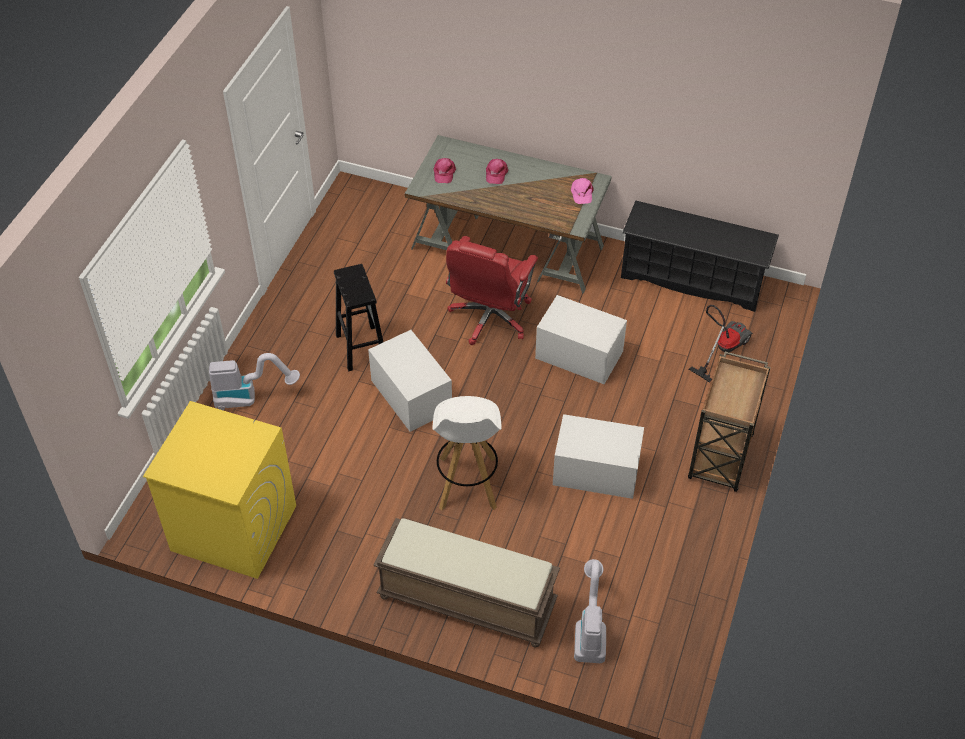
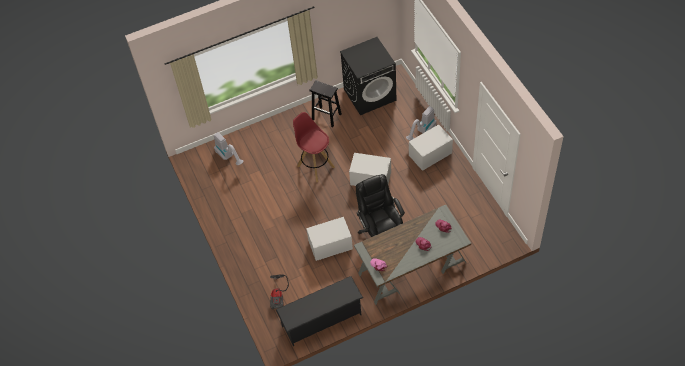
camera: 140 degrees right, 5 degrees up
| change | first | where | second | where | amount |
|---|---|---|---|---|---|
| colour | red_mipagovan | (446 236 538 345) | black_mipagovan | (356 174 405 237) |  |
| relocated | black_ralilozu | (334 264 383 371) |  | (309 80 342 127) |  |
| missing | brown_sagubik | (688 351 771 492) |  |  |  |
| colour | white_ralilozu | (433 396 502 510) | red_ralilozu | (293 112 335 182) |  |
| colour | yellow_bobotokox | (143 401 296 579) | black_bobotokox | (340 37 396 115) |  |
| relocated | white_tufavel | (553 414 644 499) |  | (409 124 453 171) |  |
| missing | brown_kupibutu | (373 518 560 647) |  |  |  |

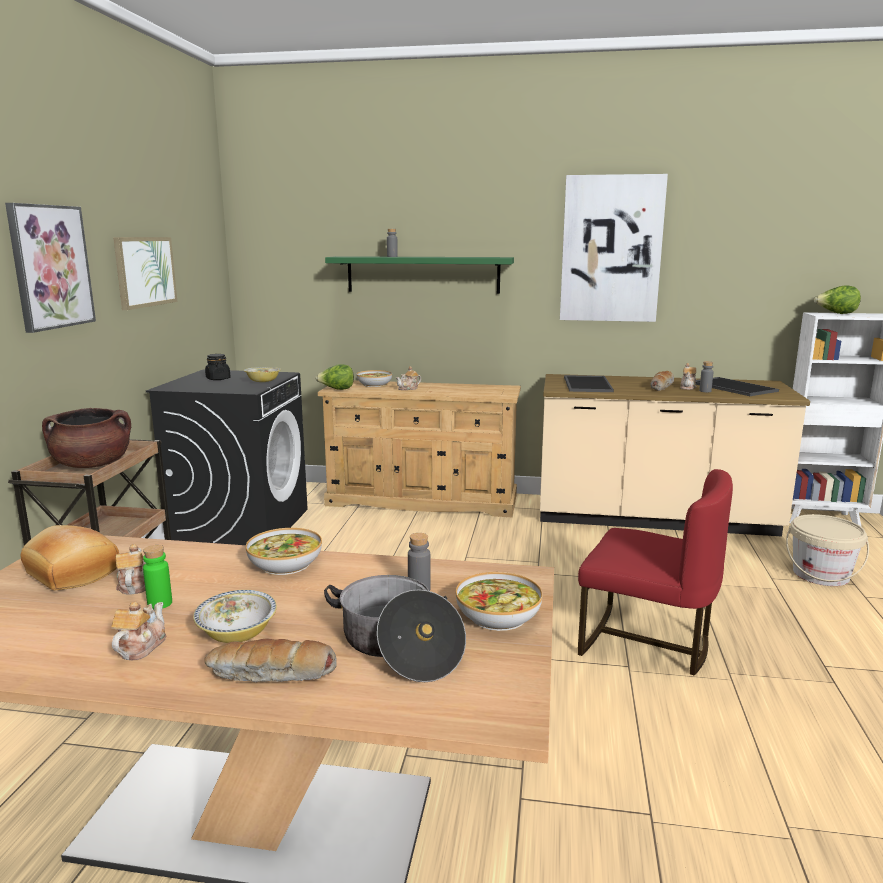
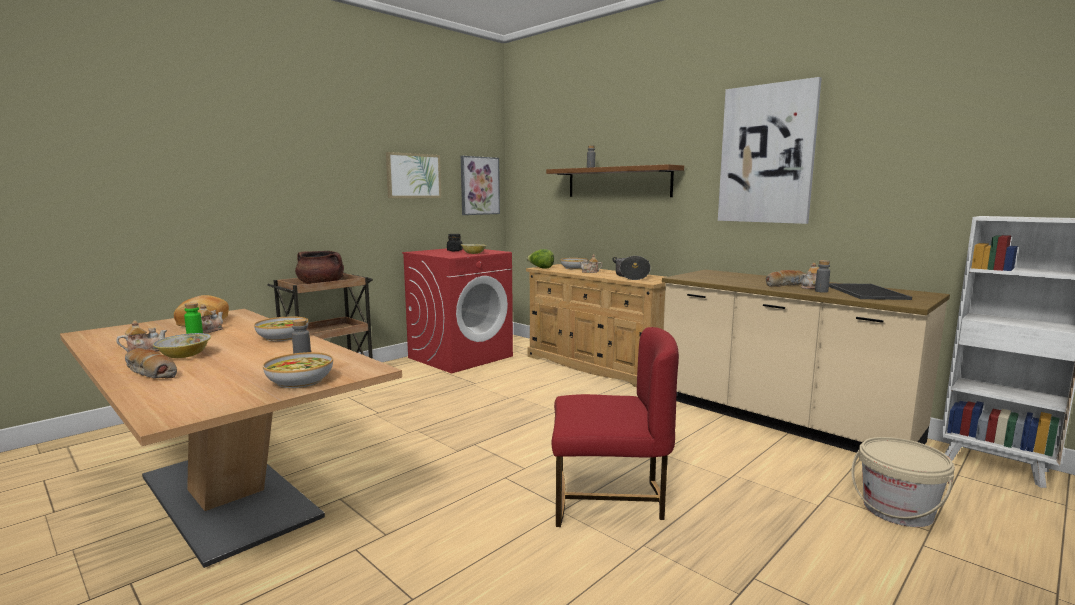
camera: 35 degrees right, 5 degrees down
| change | first | where | second | where | amount |
|---|---|---|---|---|---|
| relocated | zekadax | (5 203 96 333) |  | (461 156 500 215) |  |
| colour | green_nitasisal | (325 256 514 294) | brown_nitasisal | (546 164 684 197) |  |
| missing | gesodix | (814 285 861 314) |  |  |  |
| colour | black_bobotokox | (146 370 308 545) | red_bobotokox | (402 248 513 373) |  |
| missing | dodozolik | (564 375 614 392) |  |  |  |
| spun | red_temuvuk | (578 469 733 676) |  | (551 327 679 527) | 60 degrees counterclockwise |
| relocated | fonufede | (324 575 466 682) |  | (613 256 651 280) |  |

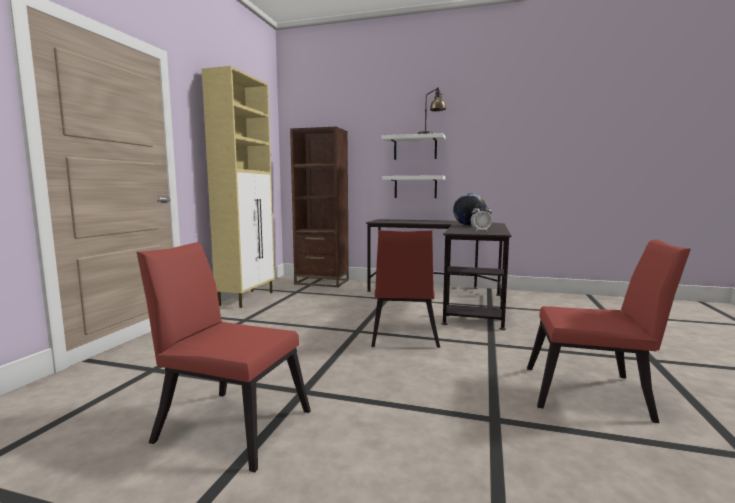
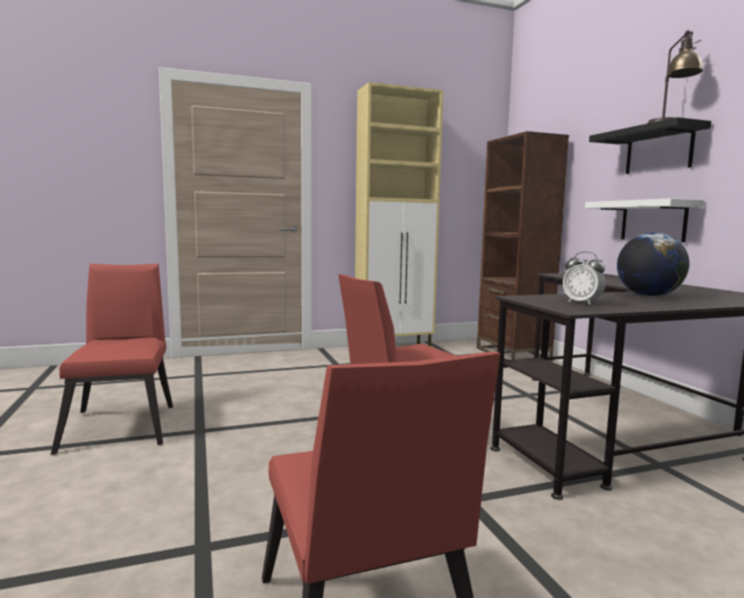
camera: 55 degrees right, 0 degrees up
| change | first | where | second | where | amount |
|---|---|---|---|---|---|
| colour | white_nitasisal | (381 133 446 160) | black_nitasisal | (589 117 711 174) |  |

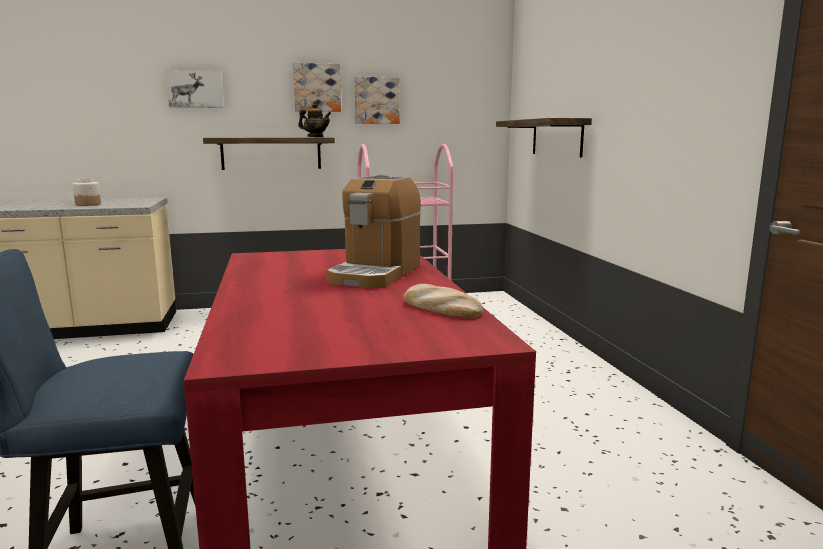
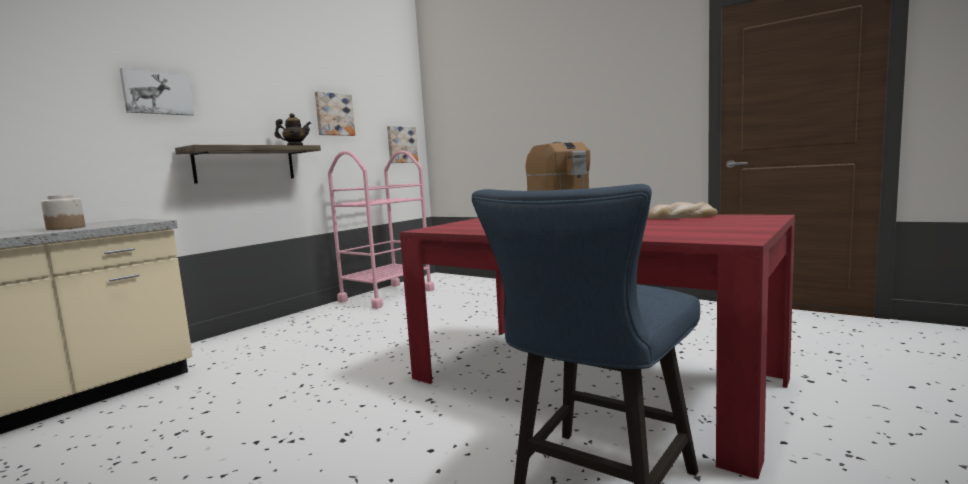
camera: 40 degrees left, 5 degrees down
| change | first | where | second | where | amount |
|---|---|---|---|---|---|
| relocated | zekadax | (293 63 341 112) |  | (387 126 418 163) |  |
| missing | nitasisal | (496 118 592 157) |  |  |  |

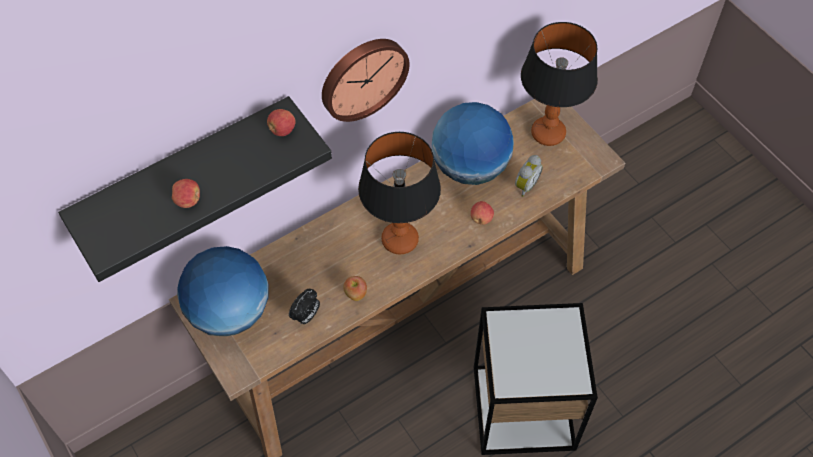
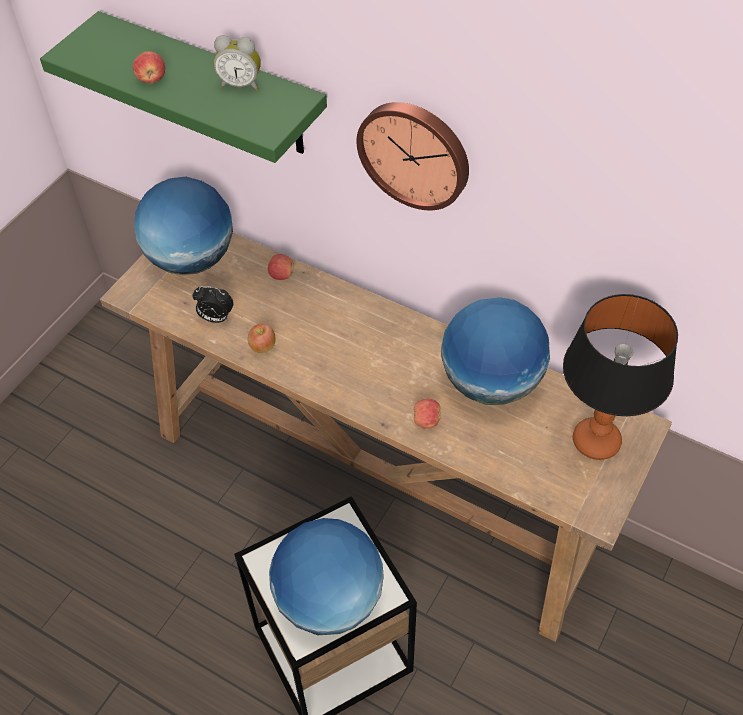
camera: 65 degrees right, 5 degrees down
| change | first | where | second | where | amount |
|---|---|---|---|---|---|
| colour | black_nitasisal | (58 96 332 282) | green_nitasisal | (40 11 327 163) |  |
| relocated | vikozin | (267 109 296 136) |  | (268 254 294 280) |  |
| missing | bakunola | (358 132 441 254) |  |  |  |
| relocated | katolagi | (515 155 543 197) |  | (213 35 261 91) |  |
| appeared |  |  | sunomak | (269 518 384 635) |  |

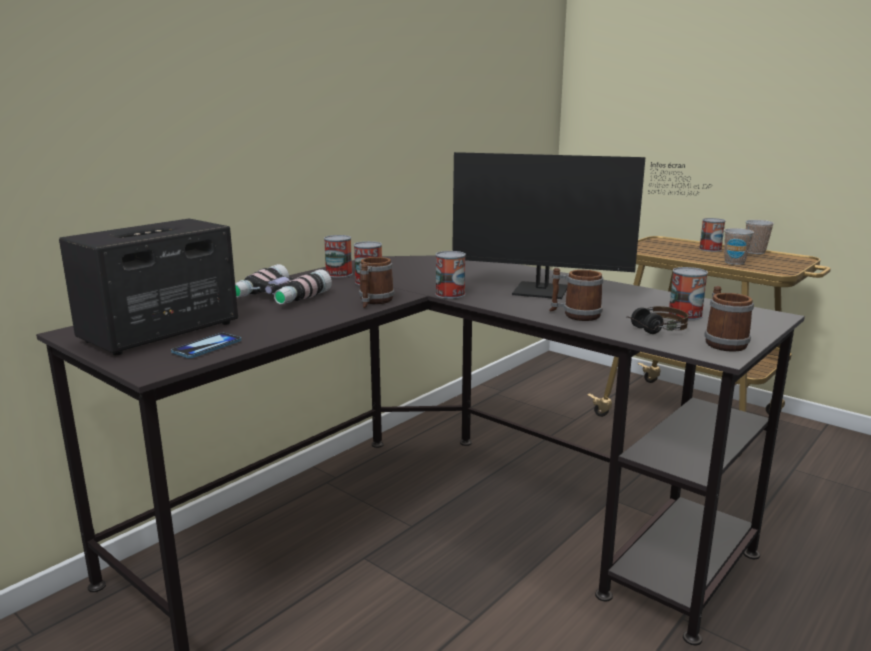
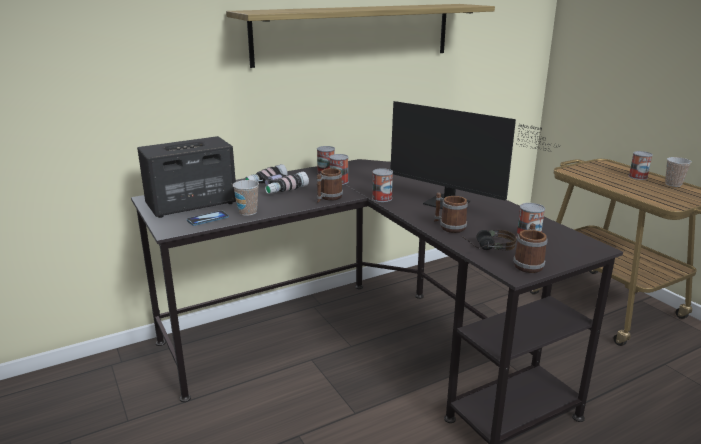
camera: 20 degrees right, 5 degrees up
| change | first | where | second | where | amount |
|---|---|---|---|---|---|
| relocated | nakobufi | (724 228 754 265) |  | (233 180 259 216) |  |
| appeared |  |  | nitasisal | (226 4 495 68) |  |

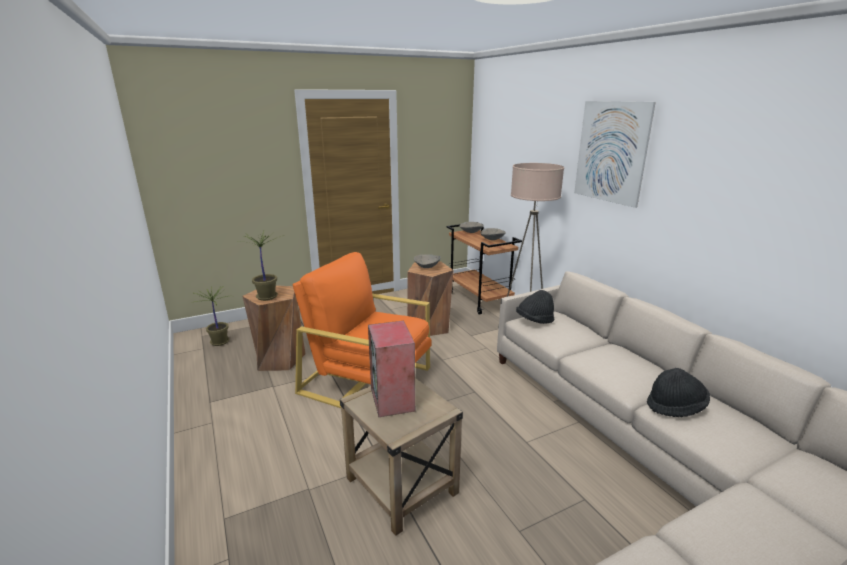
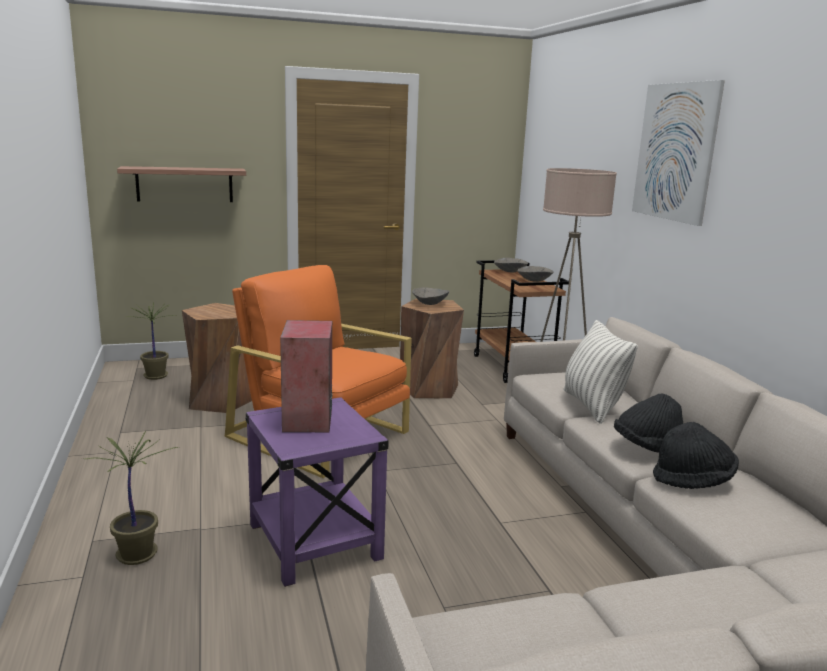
camera: 10 degrees right, 5 degrees down
| change | first | where | second | where | amount |
|---|---|---|---|---|---|
| relocated | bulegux | (242 231 285 301) |  | (82 431 178 565) |  |
| relocated | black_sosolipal | (516 290 554 324) |  | (614 394 683 453) |  |
| colour | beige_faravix | (340 378 463 536) | purple_faravix | (245 397 389 587) |  |
| appeared |  |  | nitasisal | (117 166 246 202) |  |
| appeared |  |  | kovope | (564 320 638 424) |  |

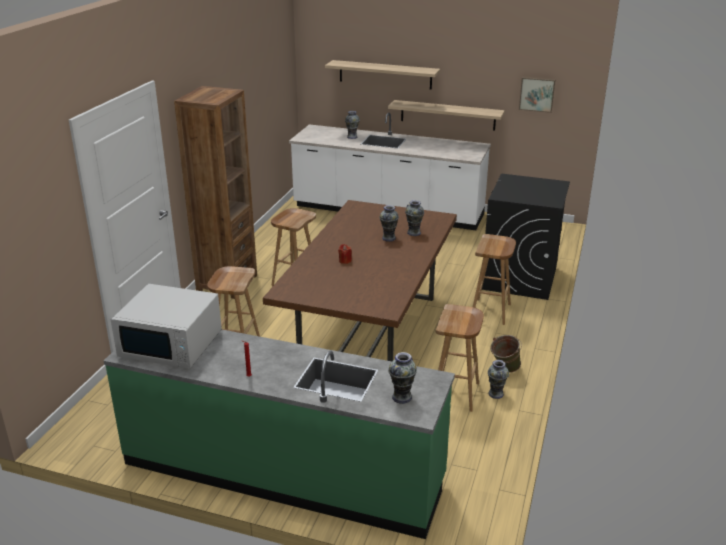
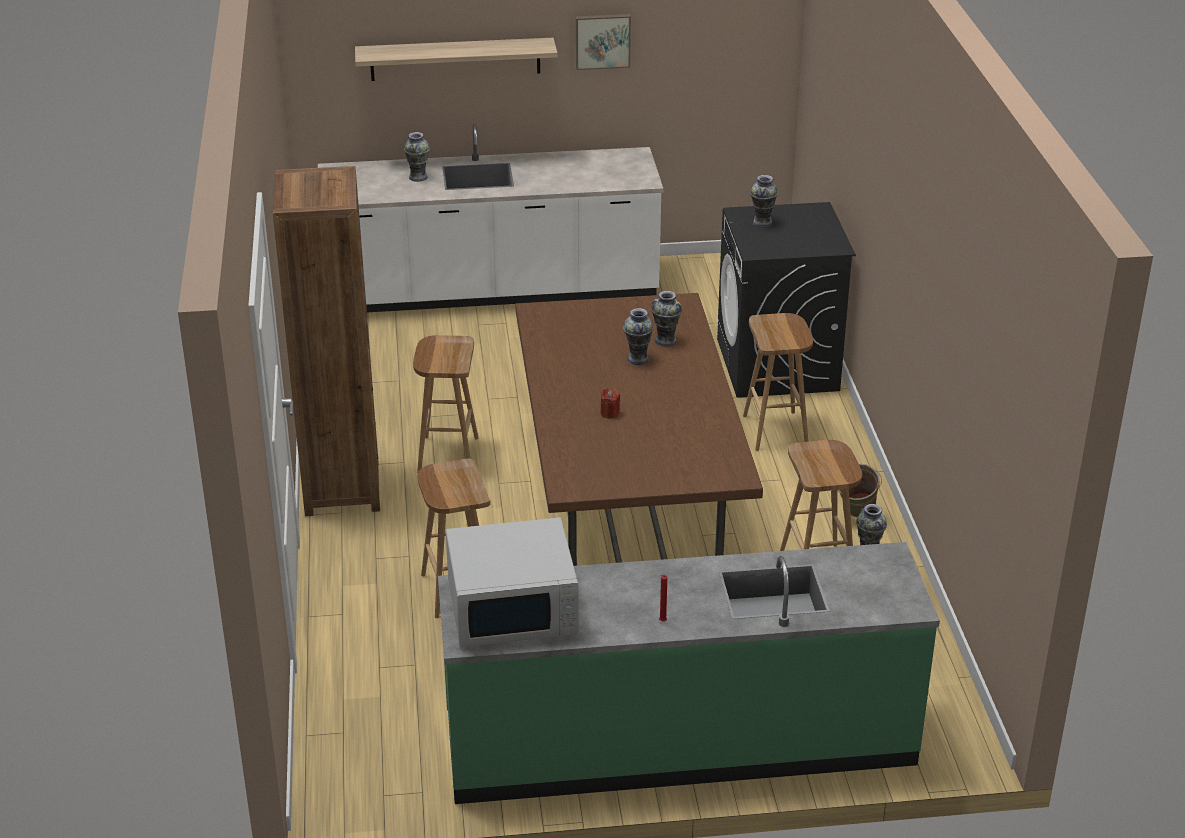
camera: 25 degrees left, 5 degrees up
| change | first | where | second | where | amount |
|---|---|---|---|---|---|
| relocated | zekadax | (519 77 555 113) |  | (576 14 631 70) |  |
| missing | nitasisal | (388 100 505 130) |  |  |  |
| relocated | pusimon | (388 352 417 404) |  | (750 175 778 228) |  |

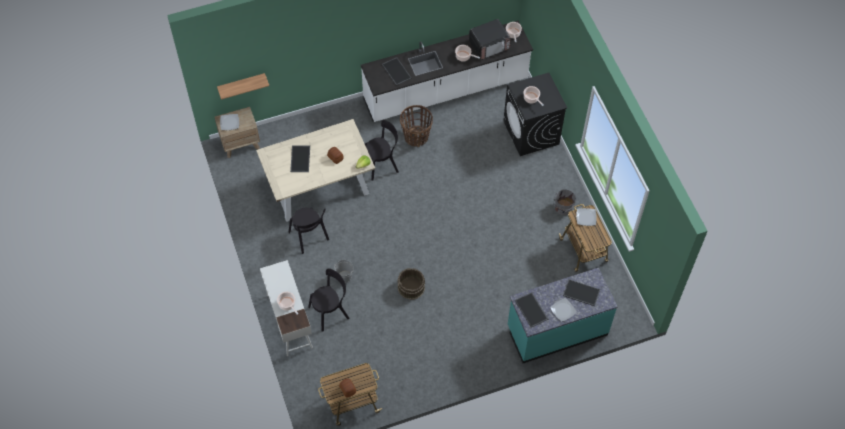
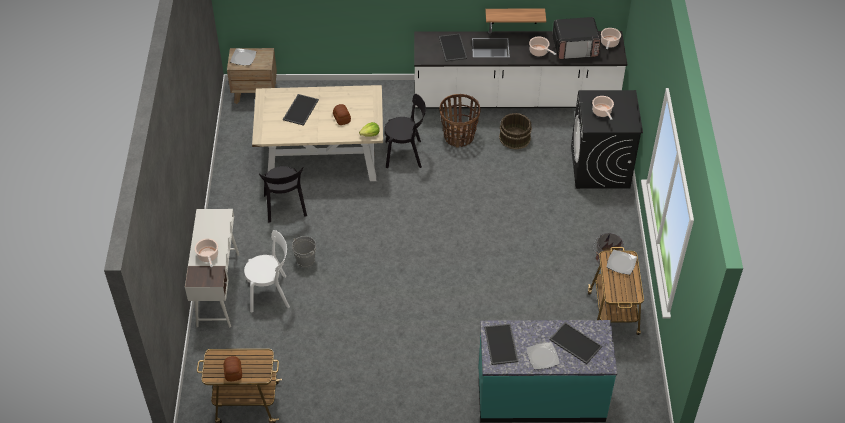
camera: 20 degrees right, 10 degrees down
| change | first | where | second | where | amount |
|---|---|---|---|---|---|
| relocated | nitasisal | (217 73 269 100) |  | (485 9 546 24) |  |
| colour | black_temuvuk | (308 268 350 332) | white_temuvuk | (244 230 290 313) |  |
| relocated | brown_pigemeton | (397 268 425 300) |  | (499 113 532 150) |  |

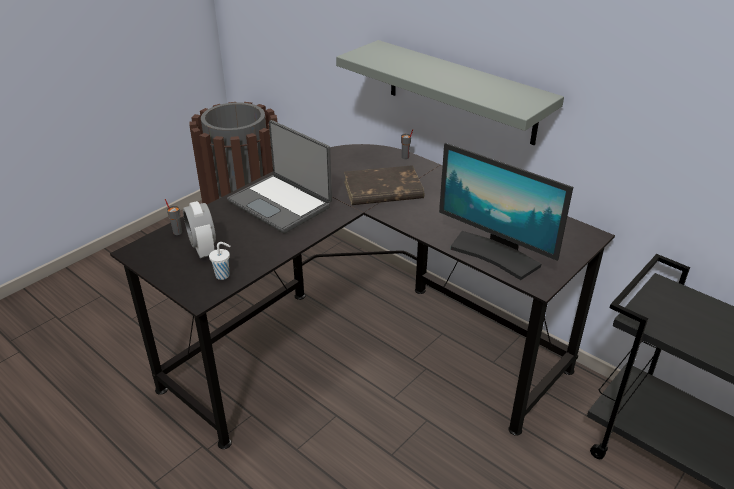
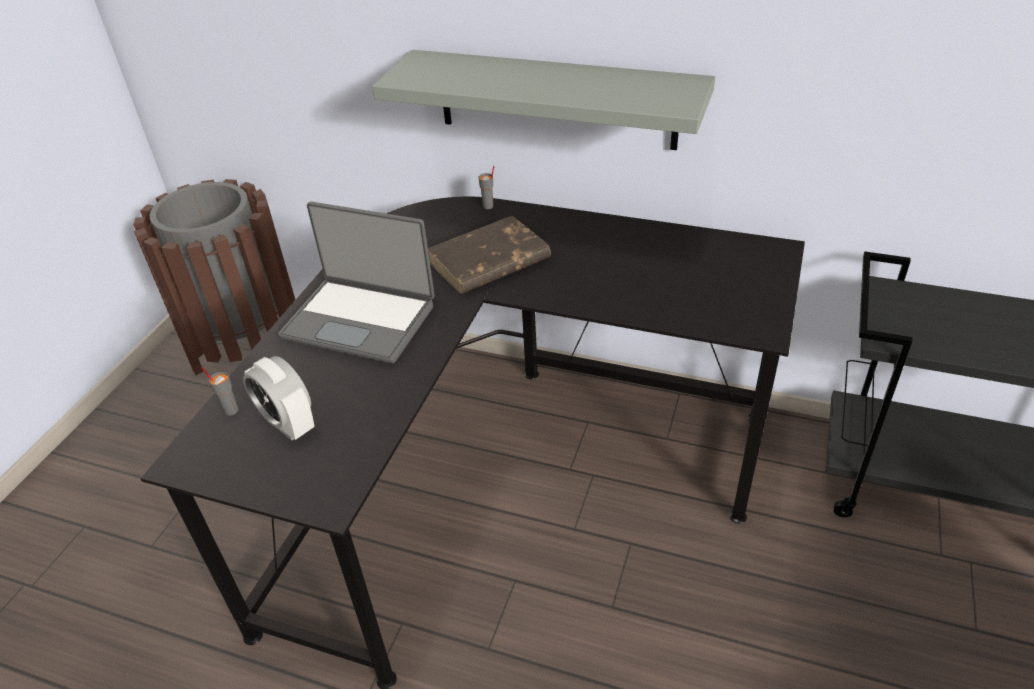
camera: 20 degrees left, 5 degrees up
| change | first | where | second | where | amount |
|---|---|---|---|---|---|
| missing | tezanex | (439 143 573 280) |  |  |  |
| missing | white_nakobufi | (209 242 230 280) |  |  |  |

